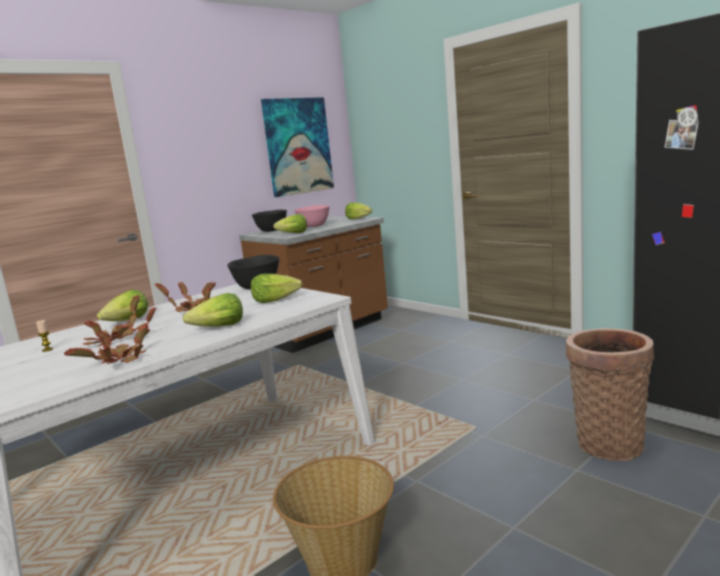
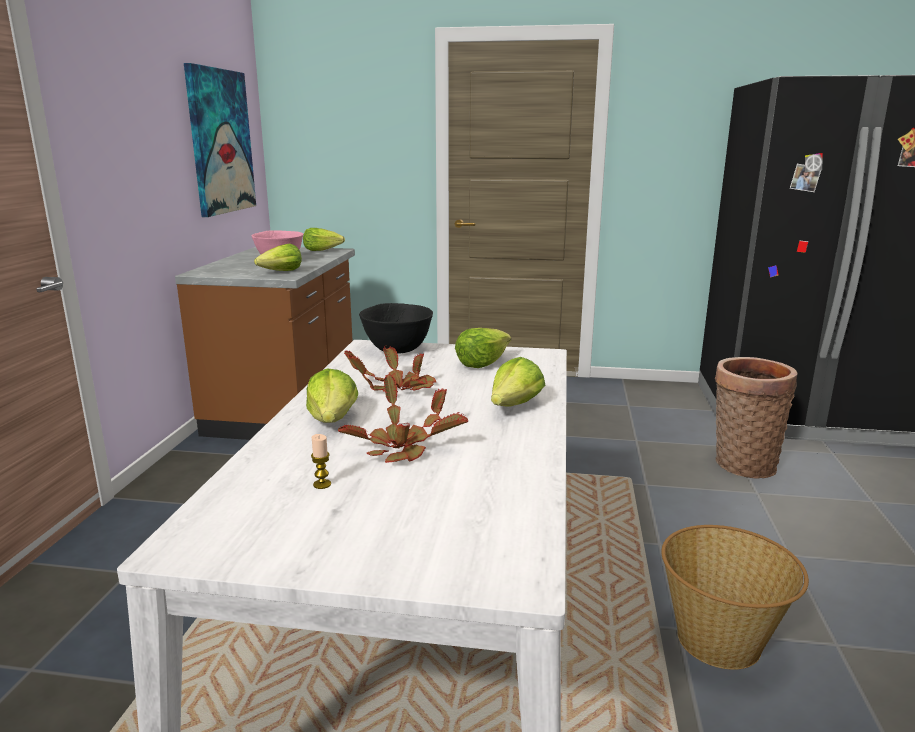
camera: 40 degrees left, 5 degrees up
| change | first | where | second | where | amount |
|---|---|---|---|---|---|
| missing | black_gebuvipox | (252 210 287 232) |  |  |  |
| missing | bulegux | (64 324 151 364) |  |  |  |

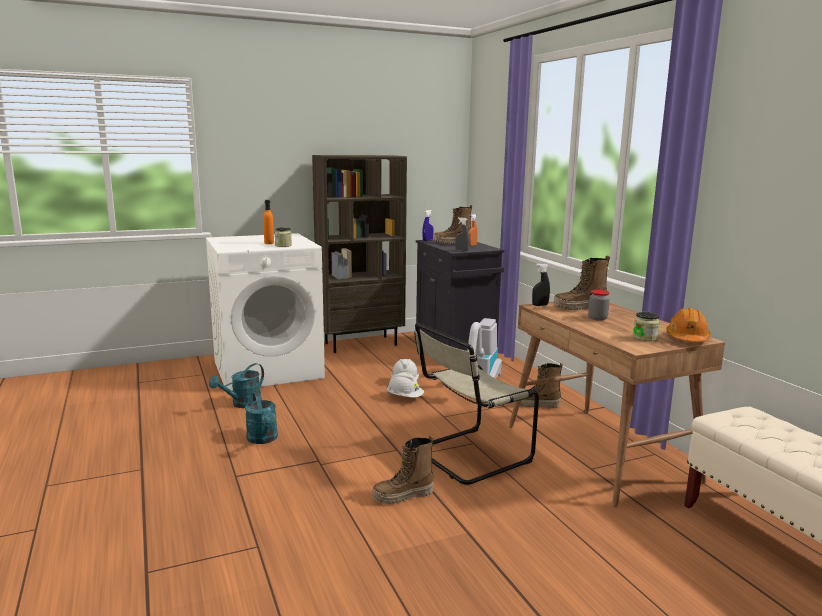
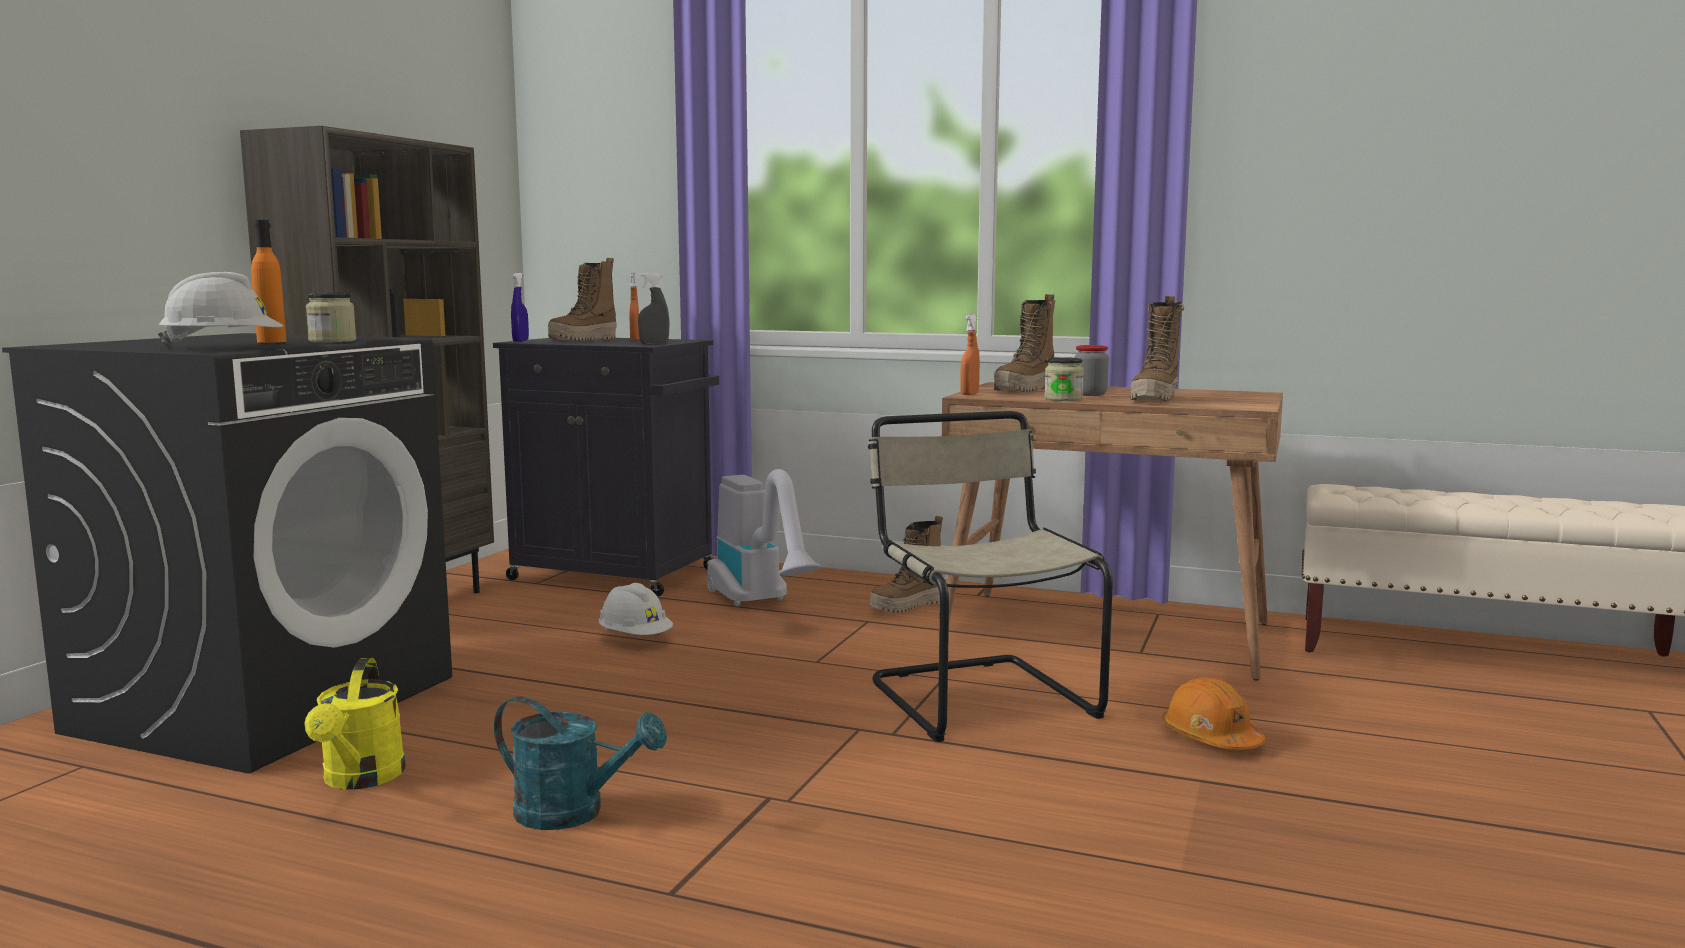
camera: 45 degrees left, 5 degrees down
| change | first | where | second | where | amount |
|---|---|---|---|---|---|
| colour | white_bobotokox | (206 233 325 391) | black_bobotokox | (2 333 452 773) |  |
| colour | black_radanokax | (532 263 550 306) | orange_radanokax | (960 314 980 395) |  |
| relocated | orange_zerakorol | (666 308 711 342) |  | (1162 677 1265 750) |  |
| relocated | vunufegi | (633 312 660 342) |  | (1044 357 1084 401) |  |
| spun | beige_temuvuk | (414 323 539 485) |  | (868 411 1113 742) | 150 degrees clockwise |
| colour | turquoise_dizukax | (209 363 264 408) | yellow_dizukax | (304 658 406 790) |  |
| relocated | white_zerakorol | (387 372 424 398) |  | (158 272 283 349) |  |
| relocated | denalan | (372 435 434 504) |  | (1130 296 1184 401) |  |

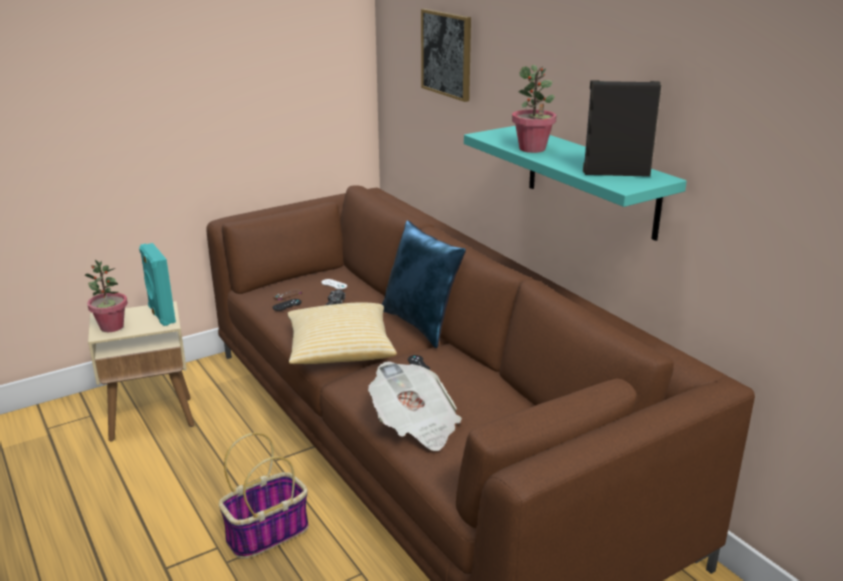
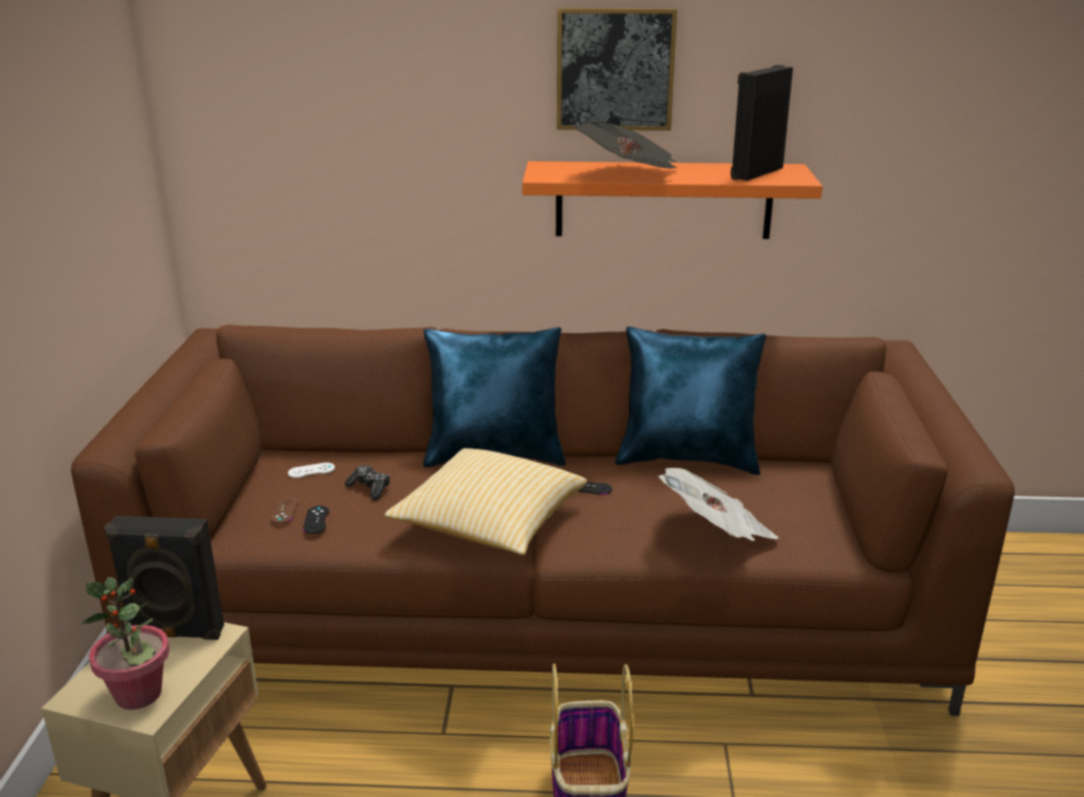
camera: 55 degrees left, 0 degrees up
| change | first | where | second | where | amount |
|---|---|---|---|---|---|
| relocated | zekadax | (421 9 471 102) |  | (557 8 677 131) |  |
| exchanged | bulegux | (512 65 557 153) | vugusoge | (574 121 677 168) |  |
| colour | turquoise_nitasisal | (464 126 687 241) | orange_nitasisal | (522 161 822 239) |  |
| colour | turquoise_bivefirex | (139 243 176 326) | black_bivefirex | (104 516 224 640) |  |
| appeared |  |  | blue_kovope | (615 327 766 475) |  |

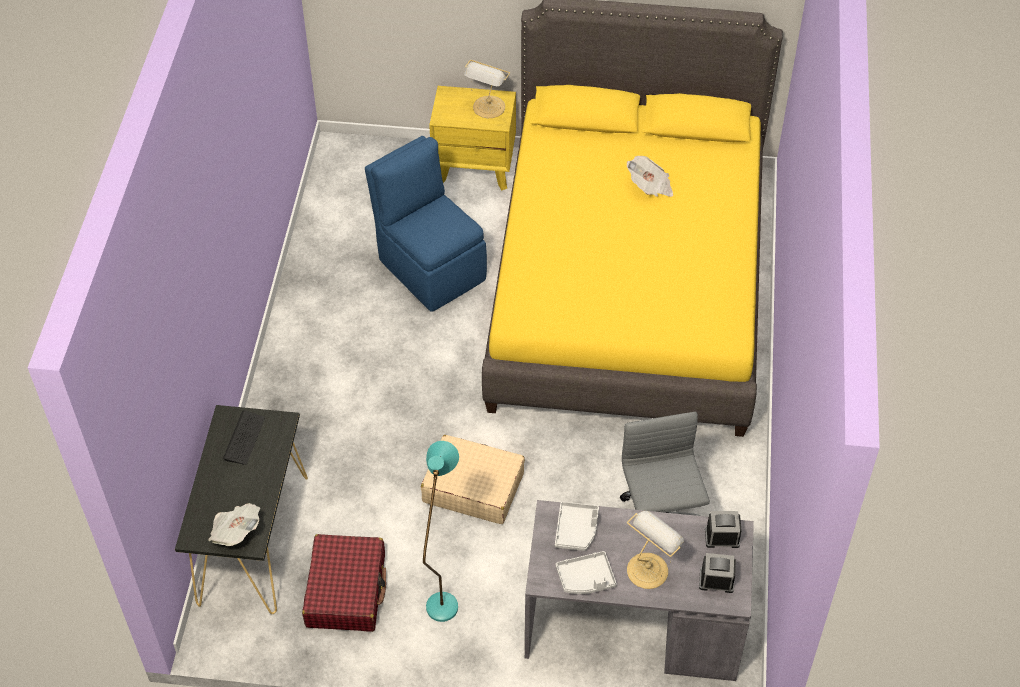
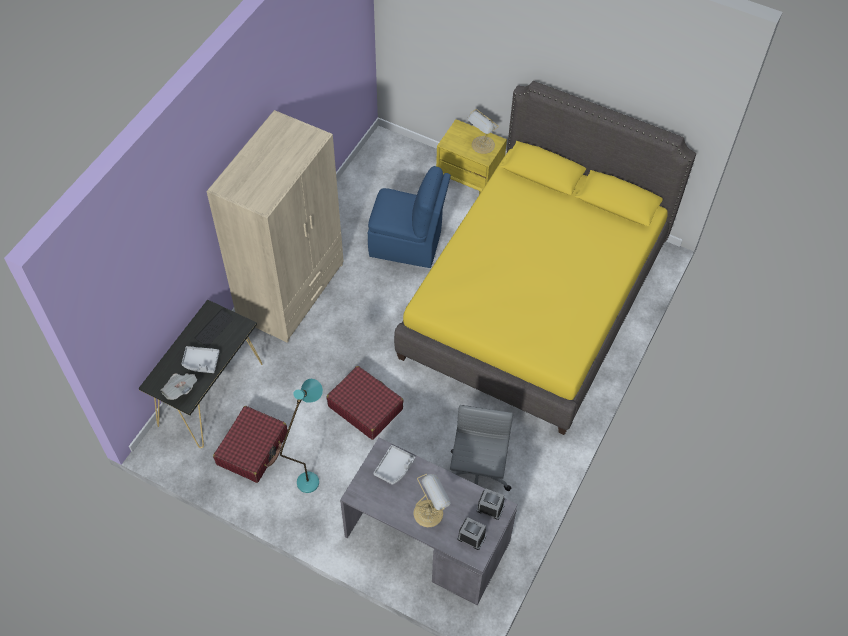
camera: 20 degrees right, 5 degrees up
| change | first | where | second | where | amount |
|---|---|---|---|---|---|
| spun | blue_temuvuk | (365 136 487 312) |  | (368 166 451 268) | 120 degrees clockwise |
| missing | vugusoge | (627 156 673 197) |  |  |  |
| colour | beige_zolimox | (421 435 525 524) | red_zolimox | (327 366 404 440) |  |
| relocated | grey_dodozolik | (556 551 617 594) |  | (181 346 220 373) |  |
| appeared |  |  | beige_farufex | (206 110 344 343) |  |

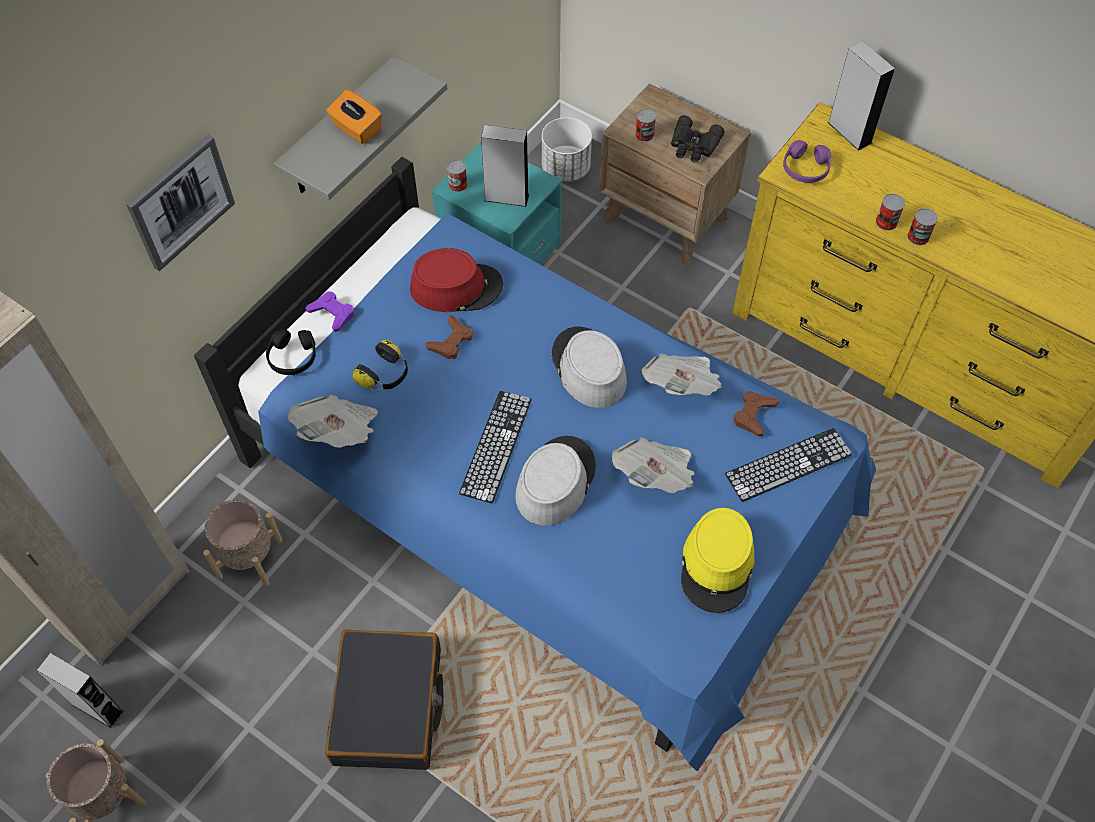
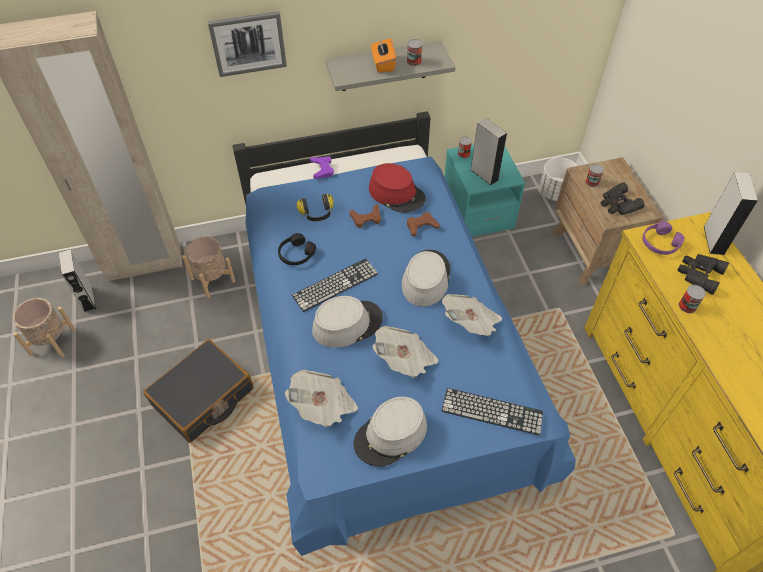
camera: 40 degrees right, 5 degrees down
| change | first | where | second | where | amount |
|---|---|---|---|---|---|
| relocated | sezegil | (907 208 938 245) |  | (407 39 423 66) |  |
| relocated | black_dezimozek | (266 329 316 375) |  | (278 233 316 265) |  |
| relocated | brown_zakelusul | (733 391 779 436) |  | (407 212 440 236) |  |
| relocated | vugusoge | (288 395 378 448) |  | (285 370 358 427) |  |
| colour | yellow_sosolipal | (681 508 755 613) | grey_sosolipal | (353 397 427 466) |  |
| appeared |  |  | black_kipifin | (677 254 729 295) |  |

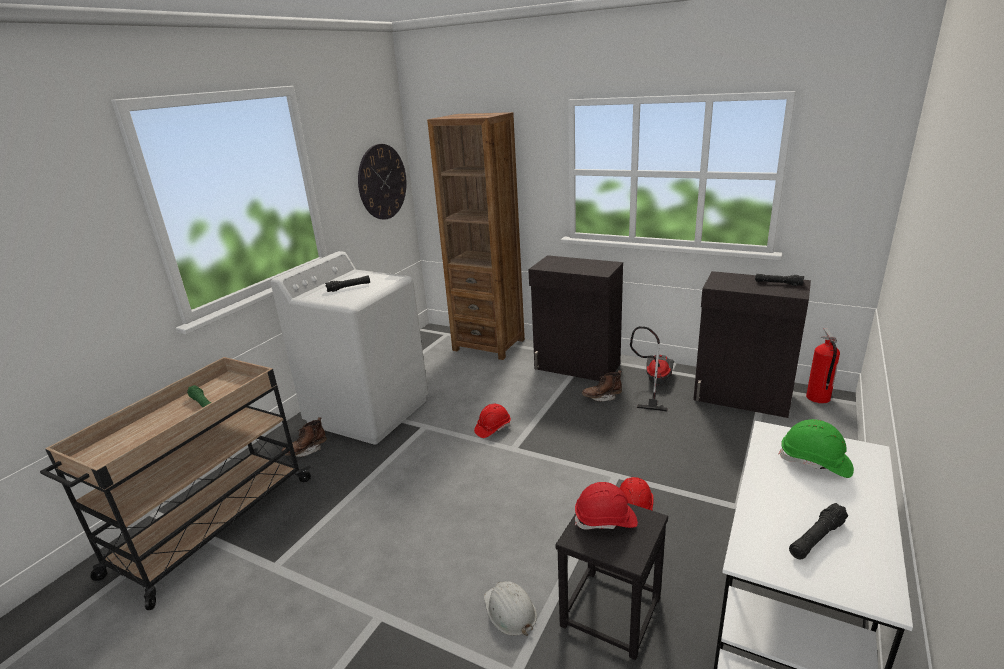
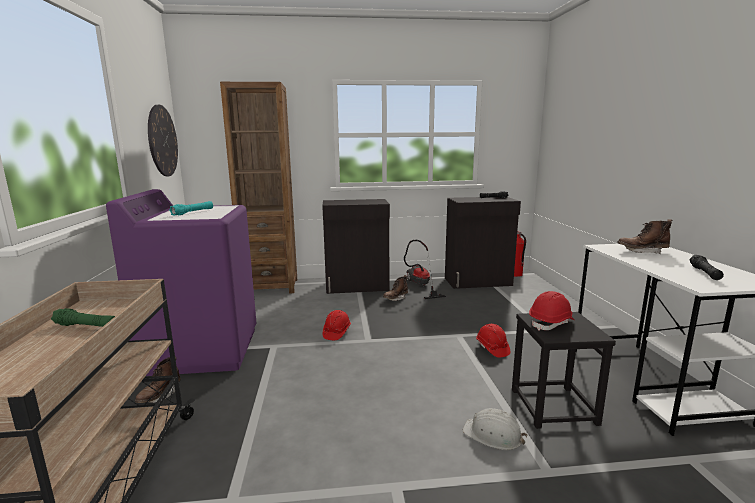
camera: 35 degrees left, 10 degrees down
| change | first | where | second | where | amount |
|---|---|---|---|---|---|
| colour | white_bobotokox | (271 251 428 445) | purple_bobotokox | (106 189 256 376) |  |
| colour | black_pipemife | (325 276 370 292) | turquoise_pipemife | (169 201 213 215) |  |
| exchanged | green_zerakorol | (778 419 854 478) | brown_denalan | (617 219 672 254) |  |

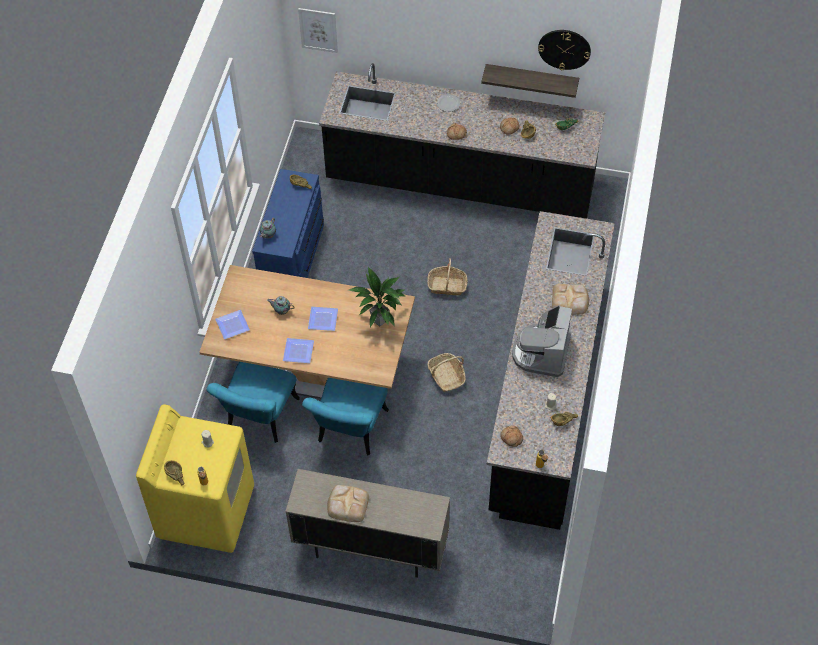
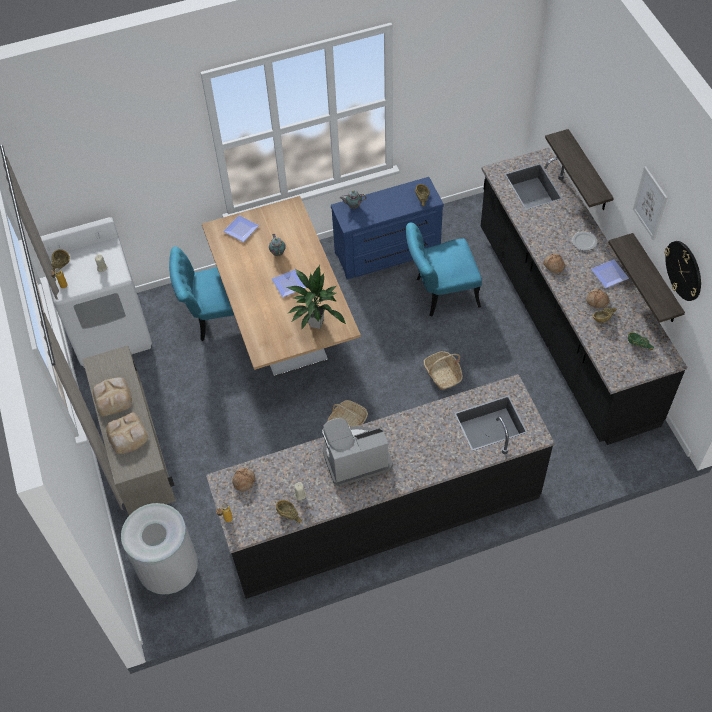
camera: 60 degrees right, 0 degrees up
| change | first | where | second | where | amount |
|---|---|---|---|---|---|
| relocated | zekadax | (298 8 338 53) |  | (633 166 668 240) |  |
| relocated | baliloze | (552 284 589 315) |  | (106 413 148 454) |  |
| relocated | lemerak | (283 338 314 363) |  | (591 259 629 288) |  |
| relocated | turquoise_temuvuk | (302 378 389 456) |  | (406 222 482 317) |  |
| colour | yellow_bobotokox | (136 404 254 553) | white_bobotokox | (40 217 152 368) |  |
| appeared |  |  | nitasisal | (545 129 614 210) |  |
| appeared |  |  | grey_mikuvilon | (121 503 198 594) |  |

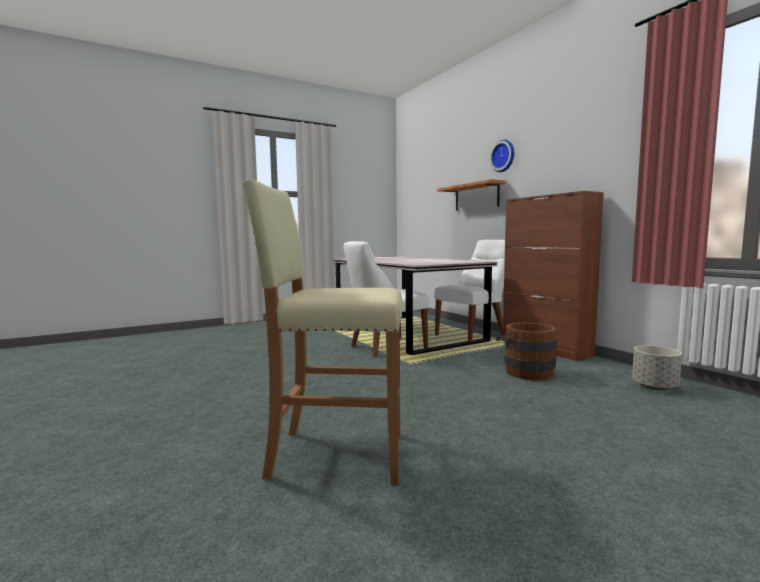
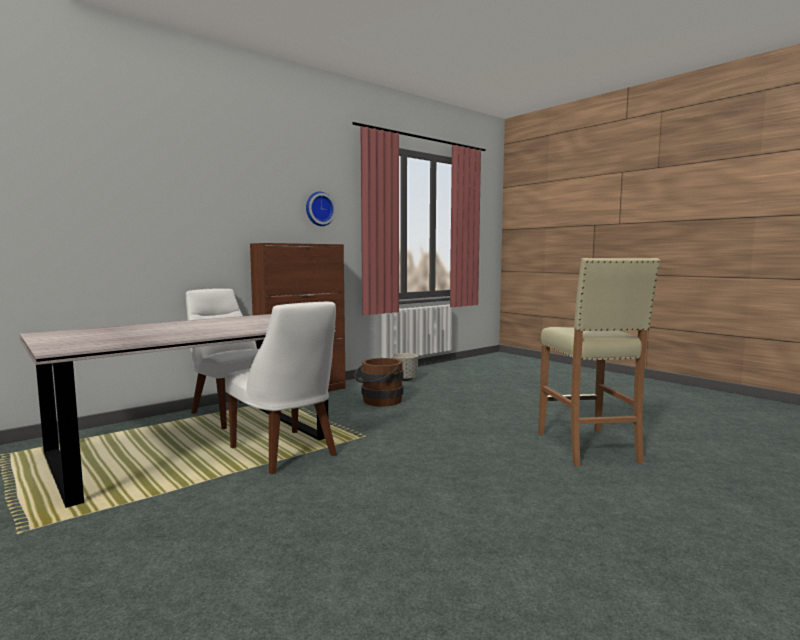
camera: 100 degrees left, 0 degrees up
| change | first | where | second | where | amount |
|---|---|---|---|---|---|
| relocated | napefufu | (490 139 514 172) |  | (306 192 336 226) |  |
| missing | nitasisal | (437 179 507 211) |  |  |  |

